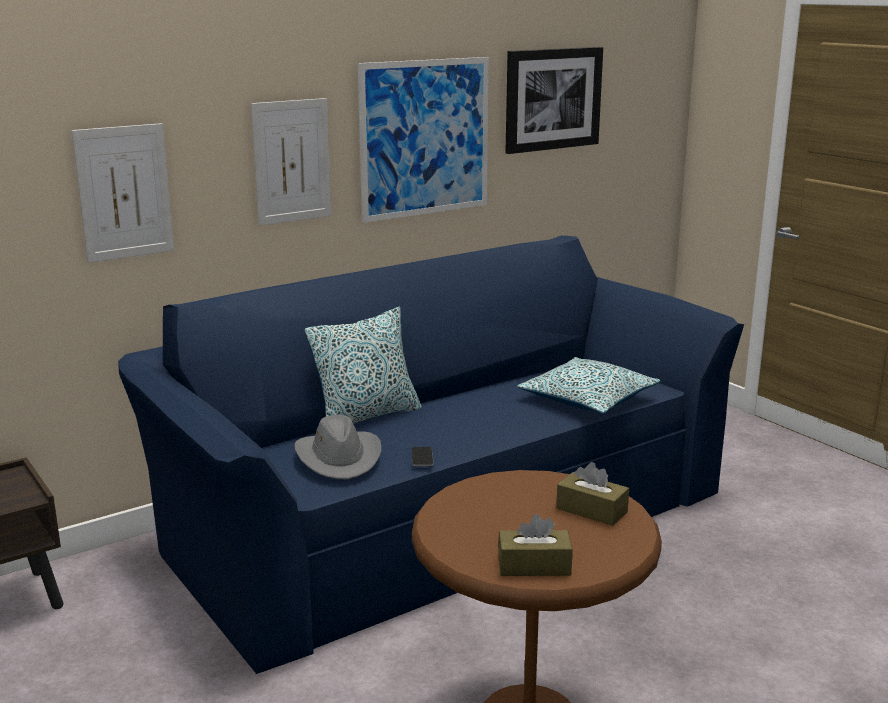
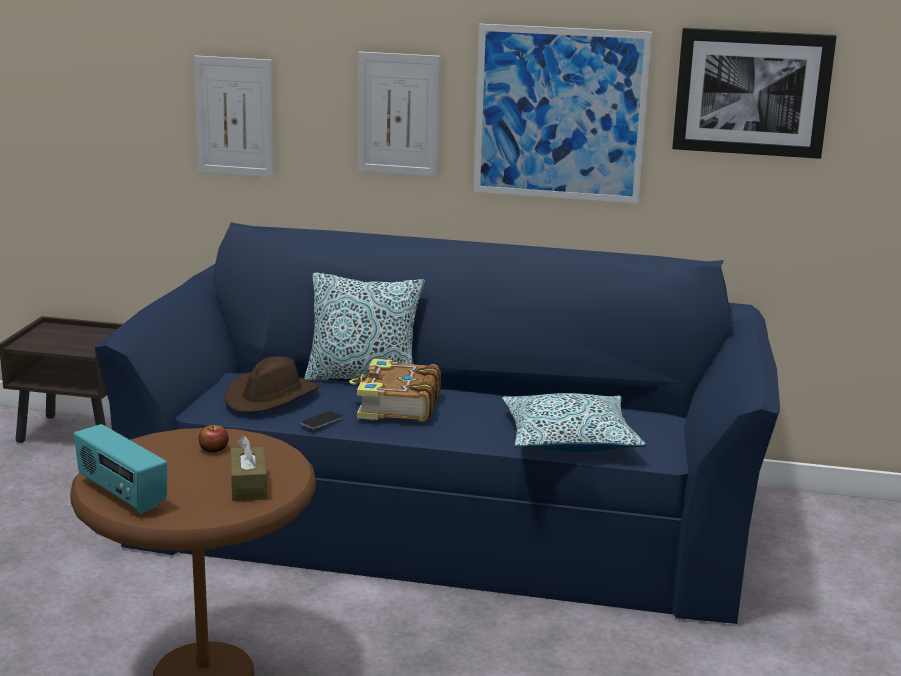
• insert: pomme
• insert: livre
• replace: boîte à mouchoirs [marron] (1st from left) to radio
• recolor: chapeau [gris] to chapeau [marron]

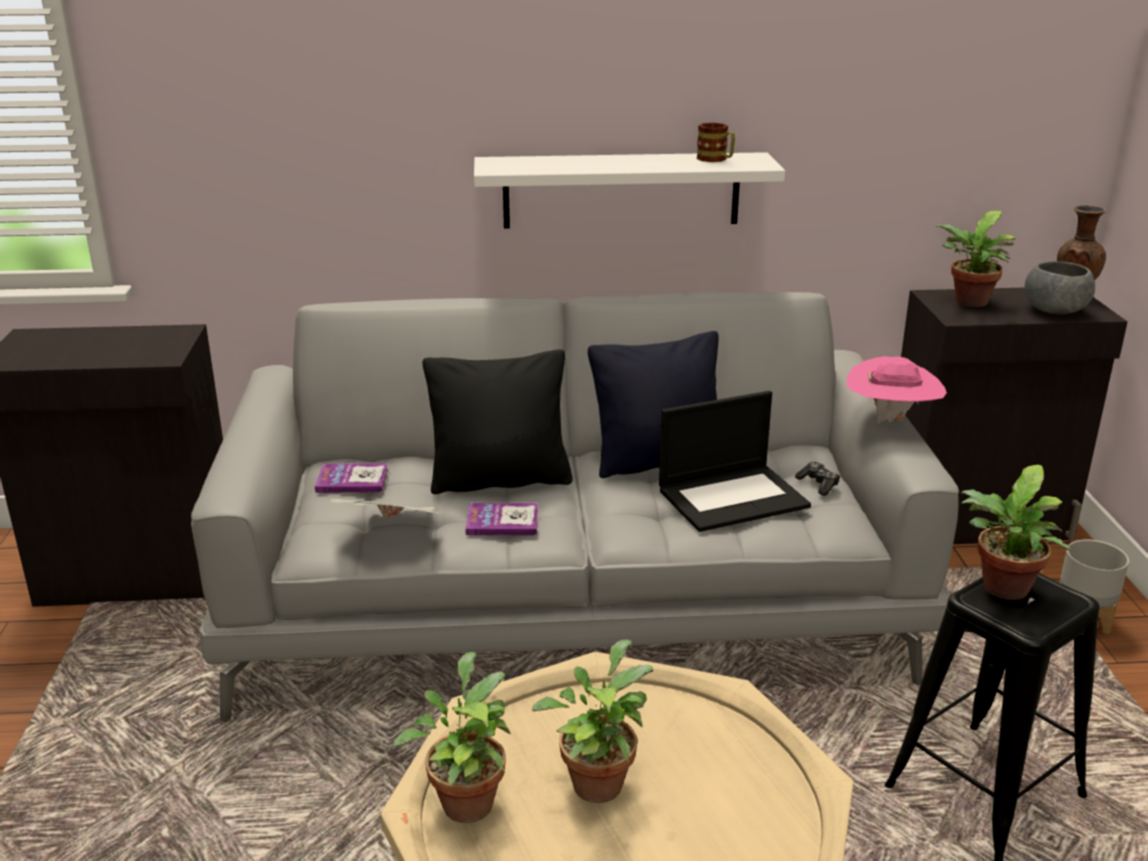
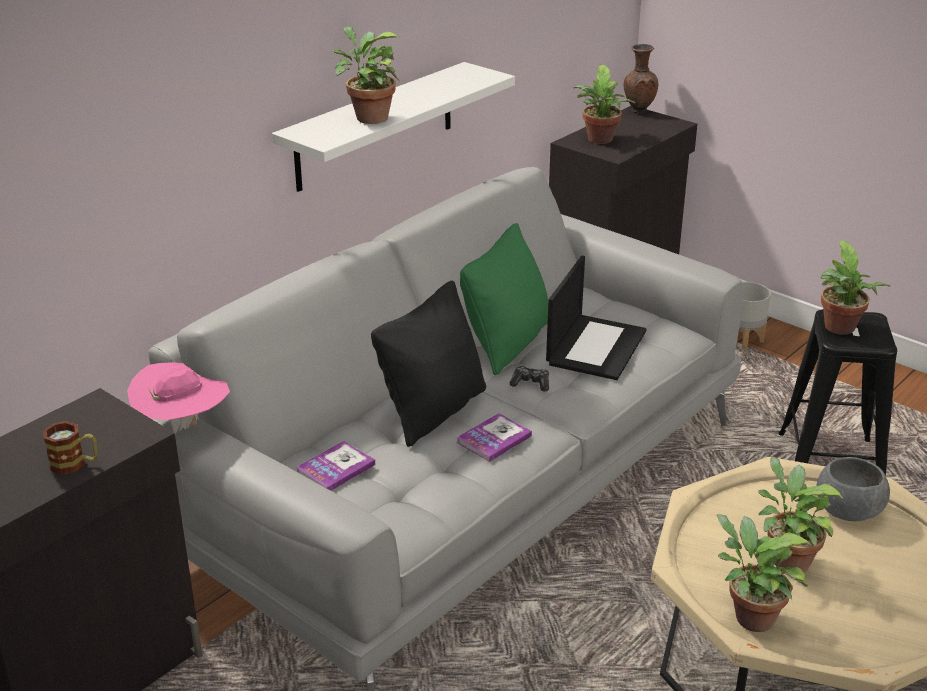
• delete: journal
• insert: plante en pot (1st from left)
• move: mug
• move: manette
• move: chapeau [rose]
• move: bol [gris]
• recolor: coussin [noir] (2nd from left) to coussin [vert]

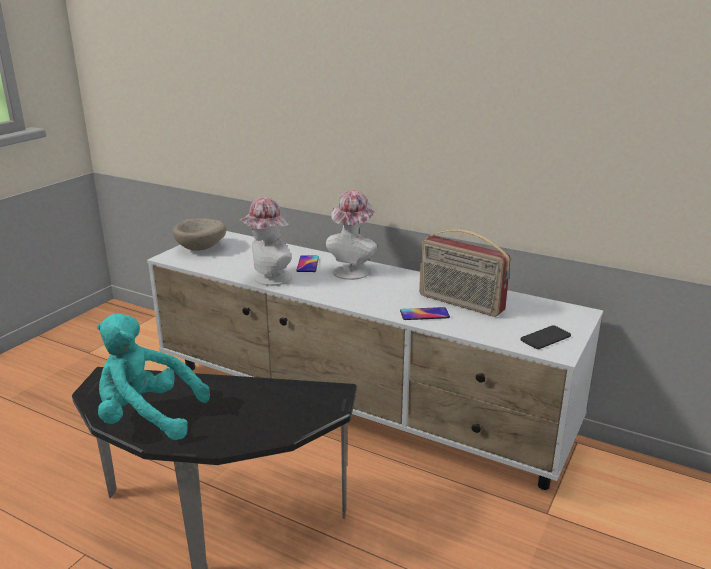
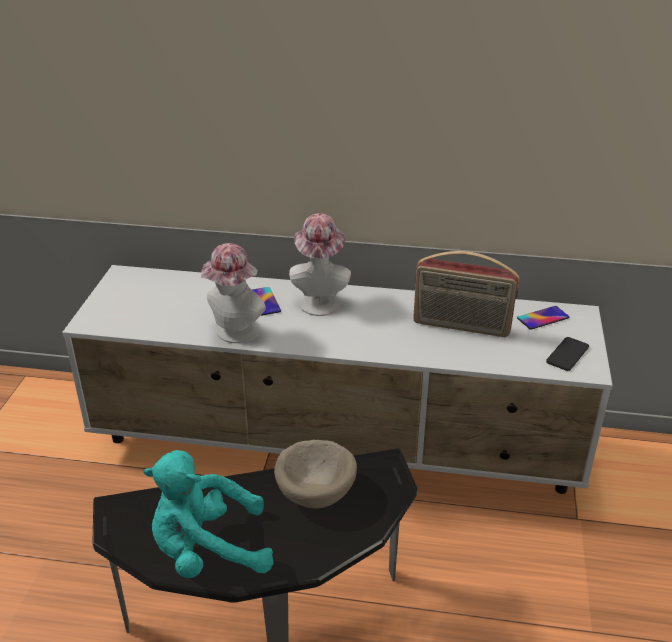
• move: bol [beige]
• move: téléphone (2nd from left)

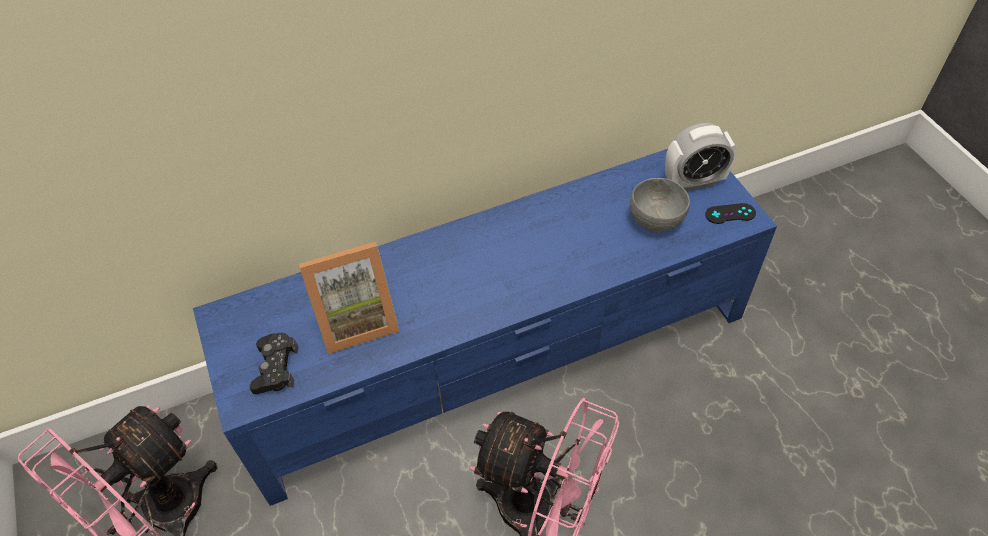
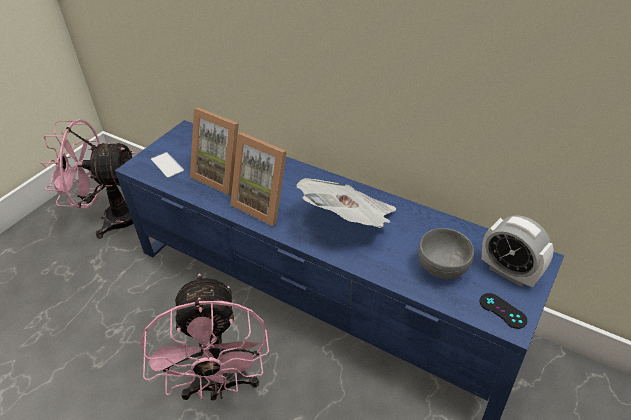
• insert: cadre photo (2nd from left)
• insert: journal
• replace: manette [noir] (1st from left) to téléphone

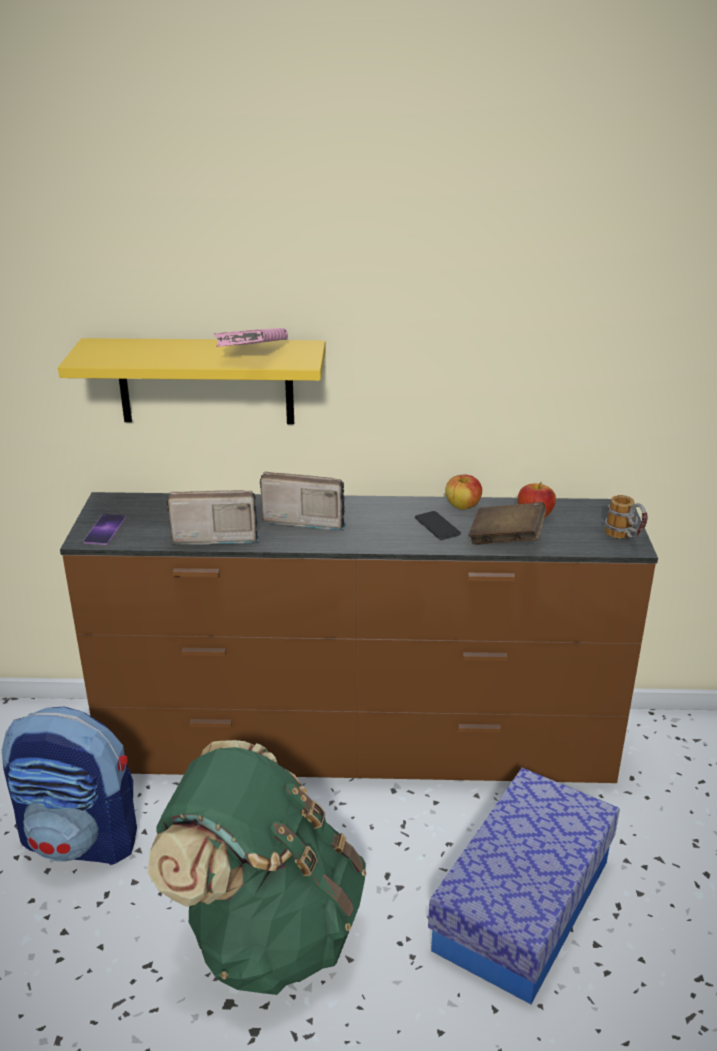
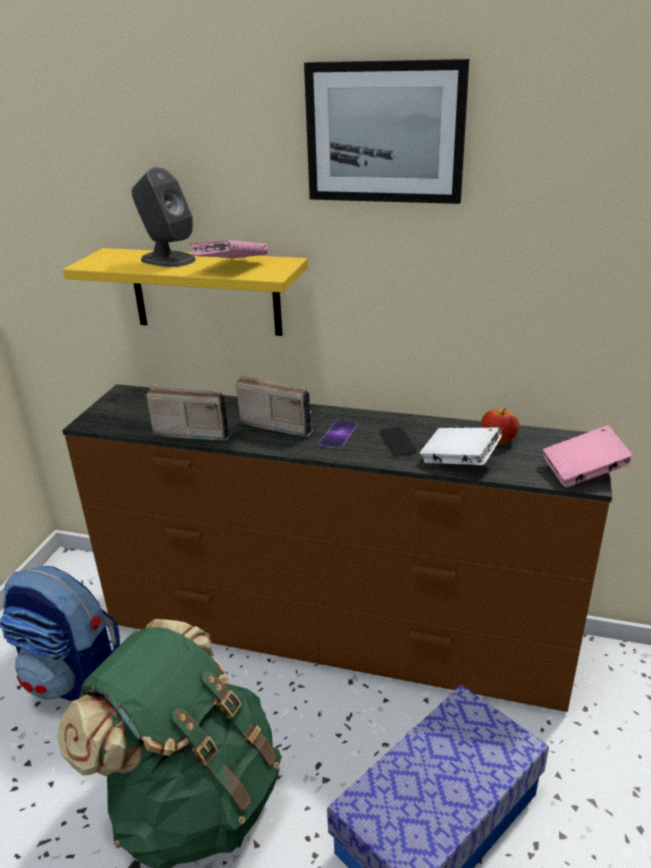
• delete: pomme (1st from left)
• insert: enceinte [gris]
• insert: tableau
• move: téléphone (1st from left)
• replace: mug to livre [rose] (2nd from left)
• recolor: livre [marron] to livre [blanc]

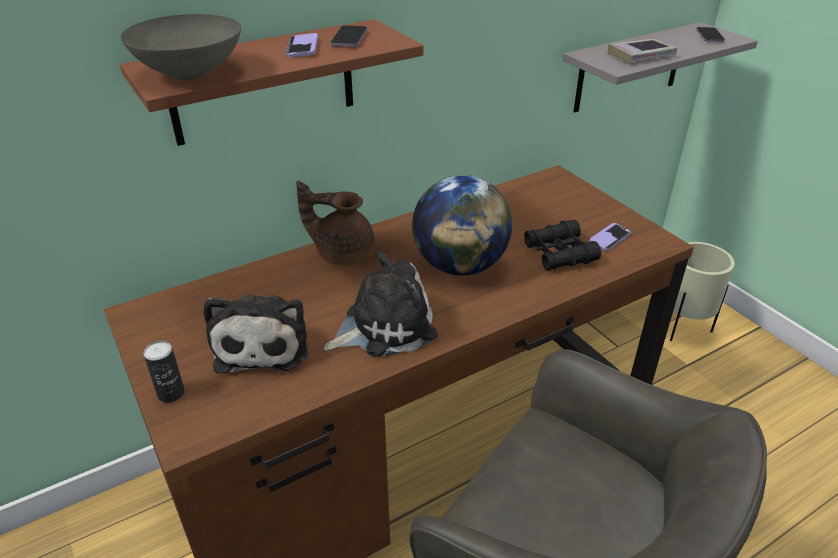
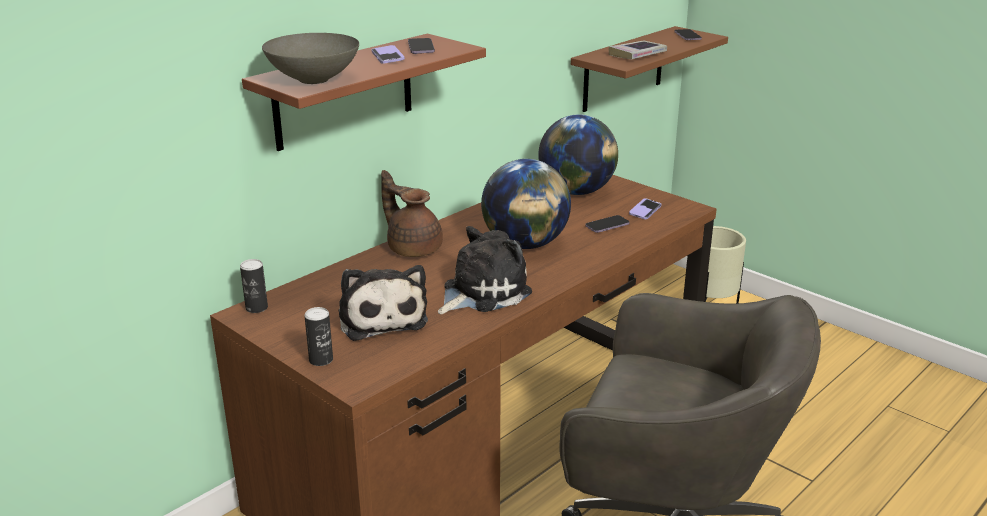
• insert: boîte métallique (1st from left)
• insert: globe (2nd from left)
• replace: jumelles [noir] to téléphone (3rd from left)
• recolor: étagère [gris] to étagère [marron] (2nd from left)
• rotate: théière [marron] 45 degrees clockwise

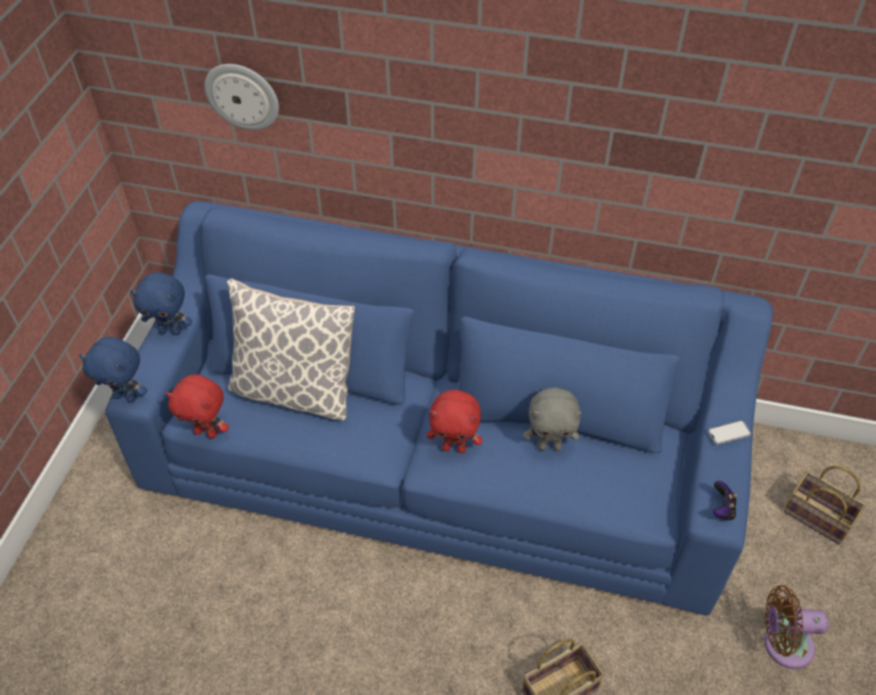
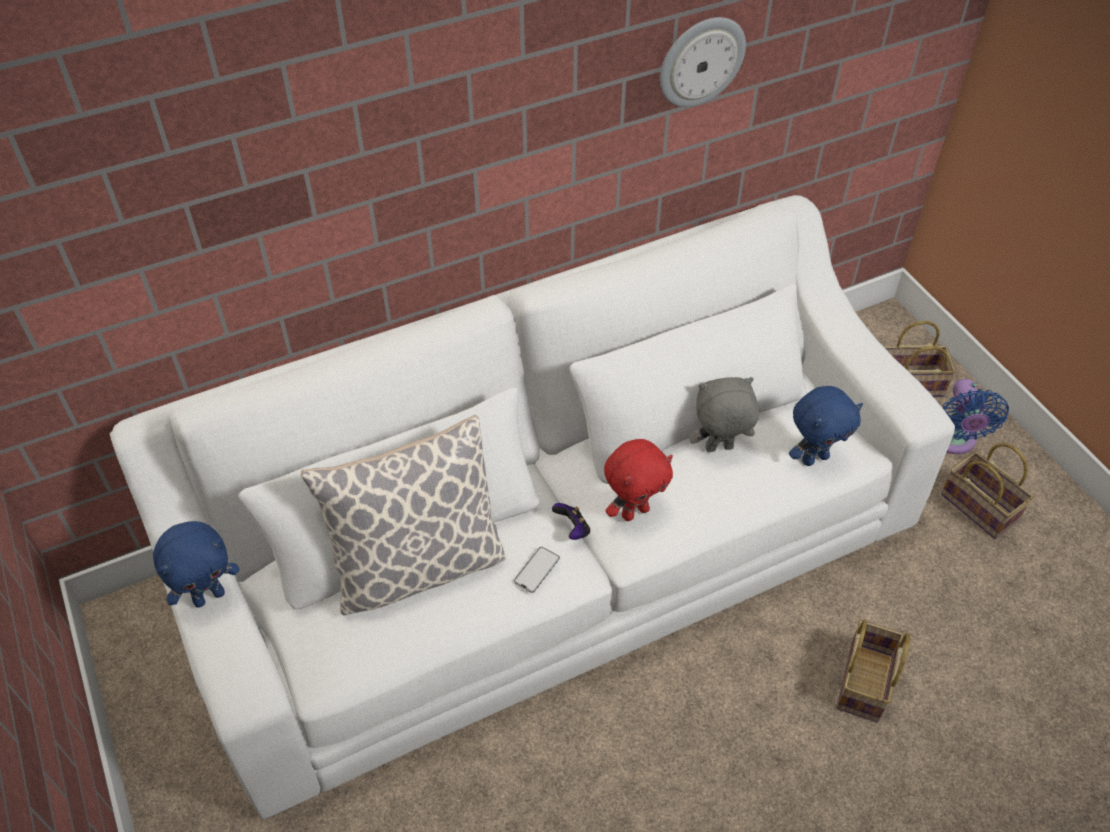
• delete: peluche [rouge] (1st from left)
• insert: ventilateur [bleu]
• move: peluche [bleu] (1st from left in the first image) to peluche [bleu] (2nd from left)
• move: horloge murale
• move: téléphone
• move: manette
• replace: ventilateur [marron] to panier (3rd from left)
• recolor: canapé [bleu] to canapé [blanc]
• rotate: peluche [gris] 150 degrees counterclockwise

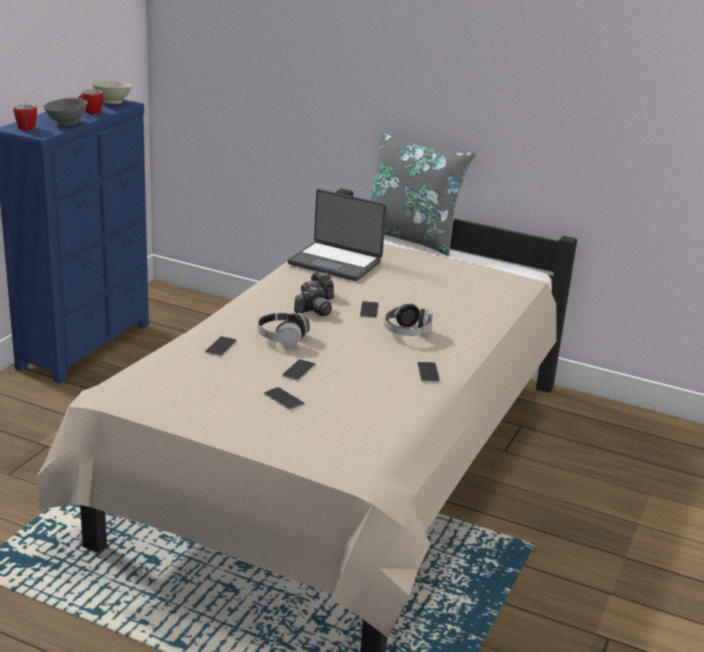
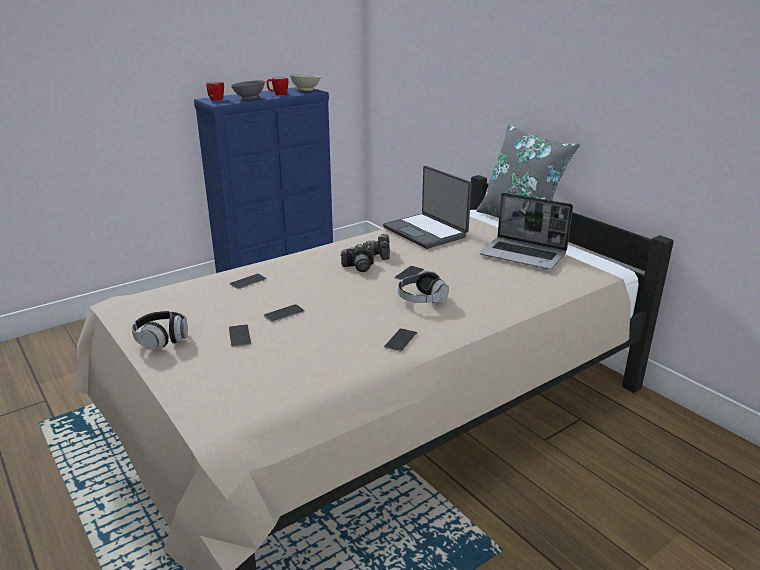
• insert: ordinateur portable (2nd from left)
• move: casque audio (1st from left)

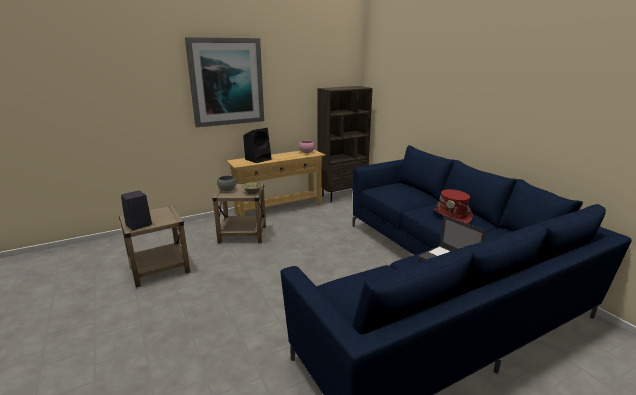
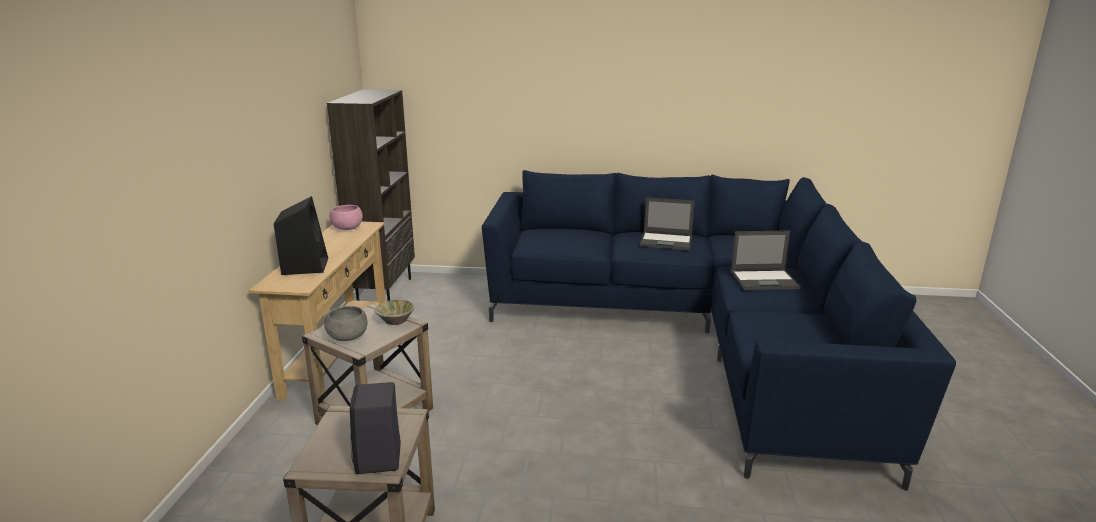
• delete: tableau
• replace: chapeau [rouge] to ordinateur portable (1st from left)

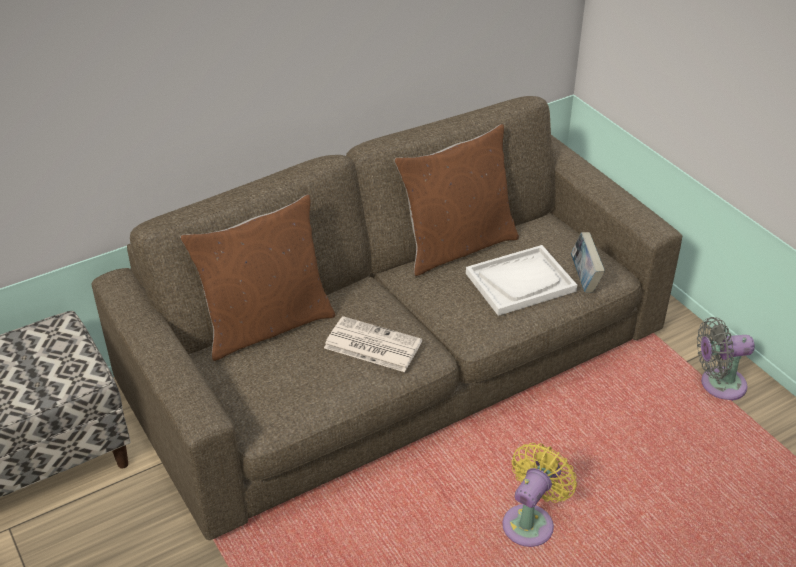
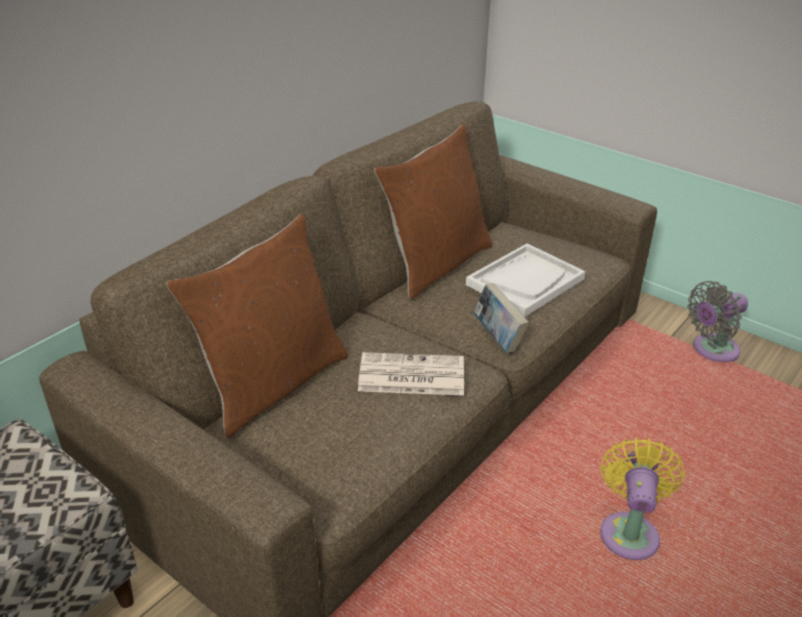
• move: livre

